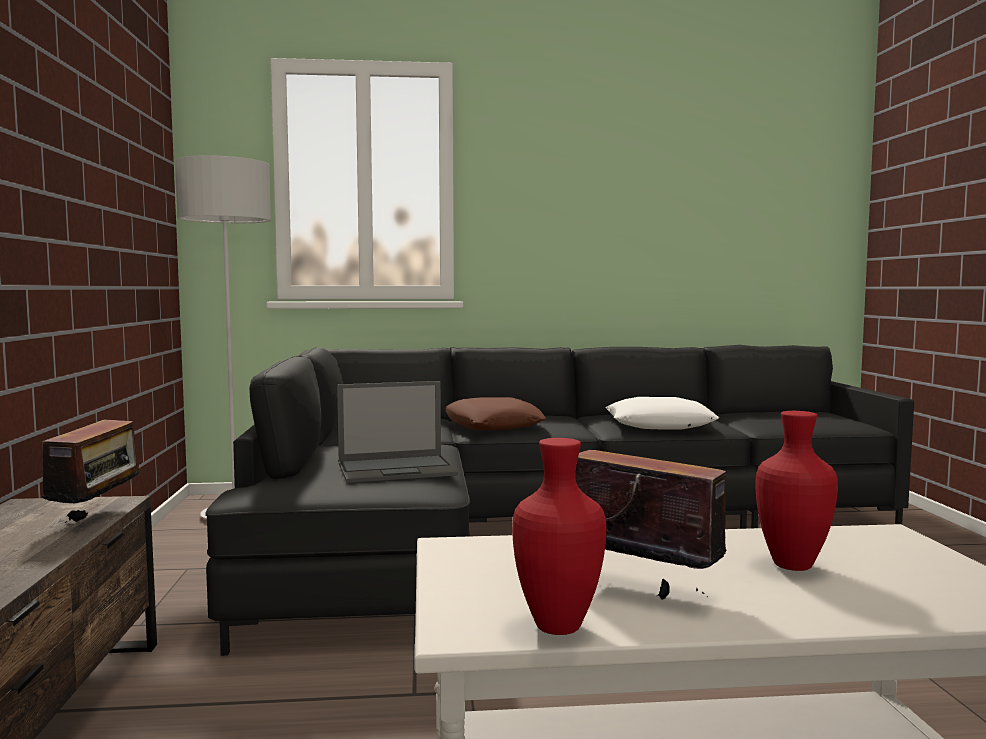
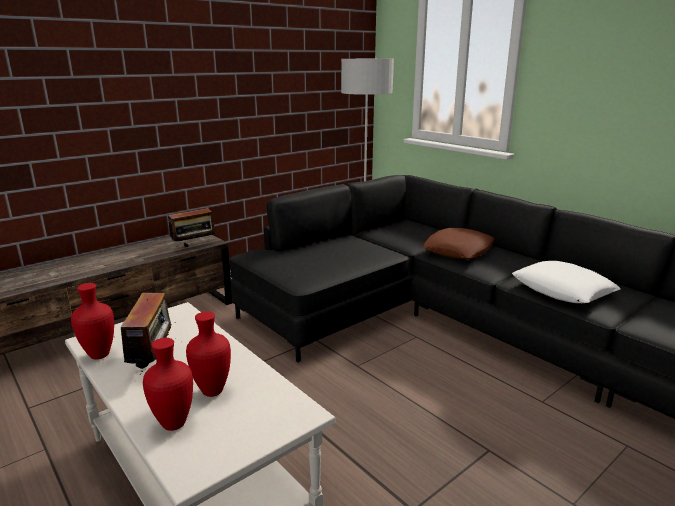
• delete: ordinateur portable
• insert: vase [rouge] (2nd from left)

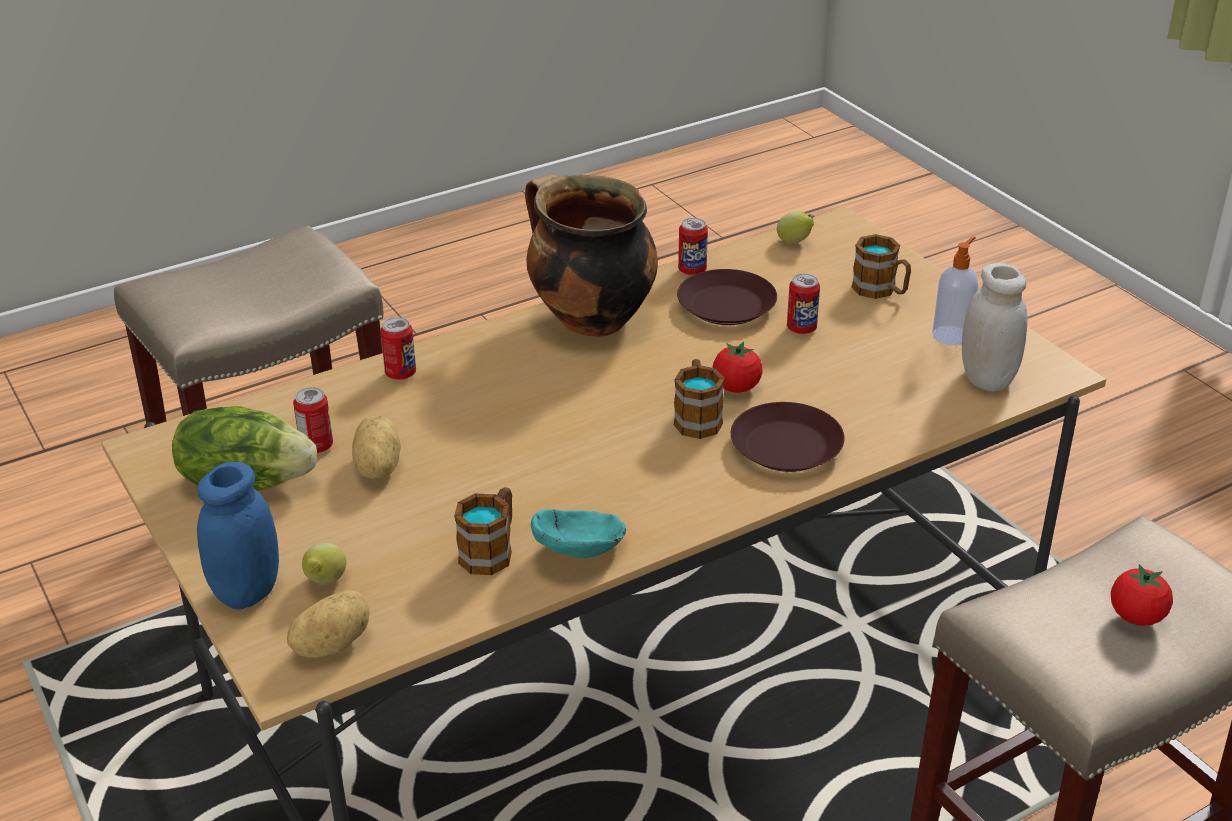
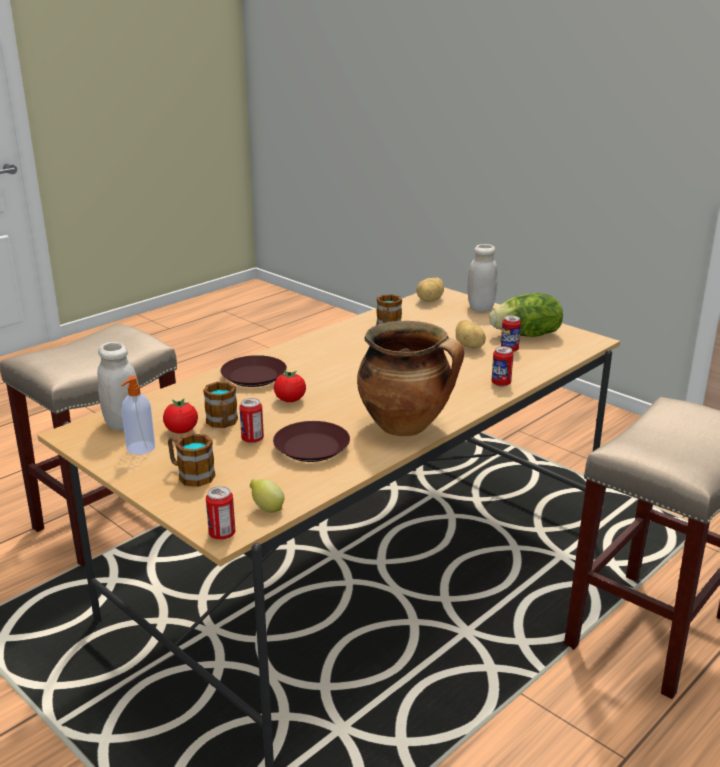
• delete: citron (1st from left)
• delete: bol [turquoise]
• move: mug (2nd from left)
• move: boîte métallique (3rd from left in the first image) to boîte métallique (1st from left)
• move: tomate (2nd from left in the first image) to tomate (1st from left)
• recolor: bocal [bleu] to bocal [blanc] (2nd from left)

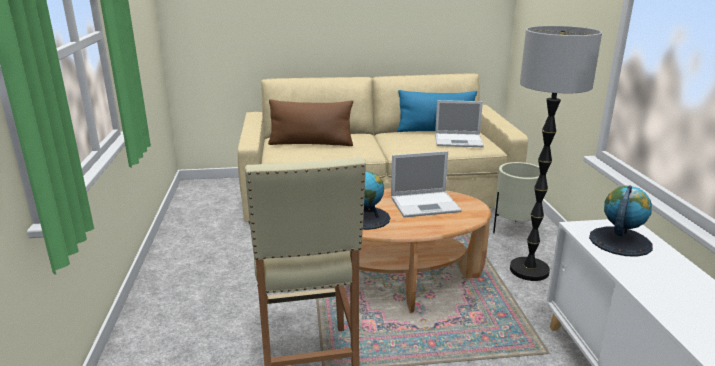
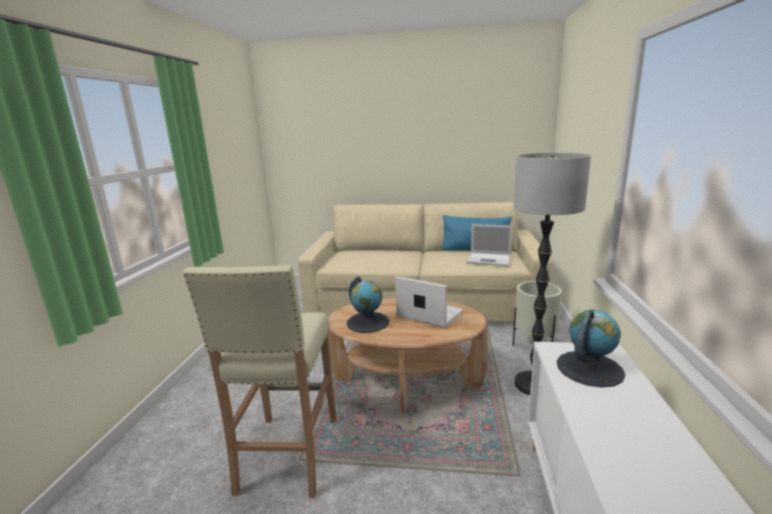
• delete: coussin [marron]
• rotate: ordinateur portable (1st from left) 150 degrees counterclockwise

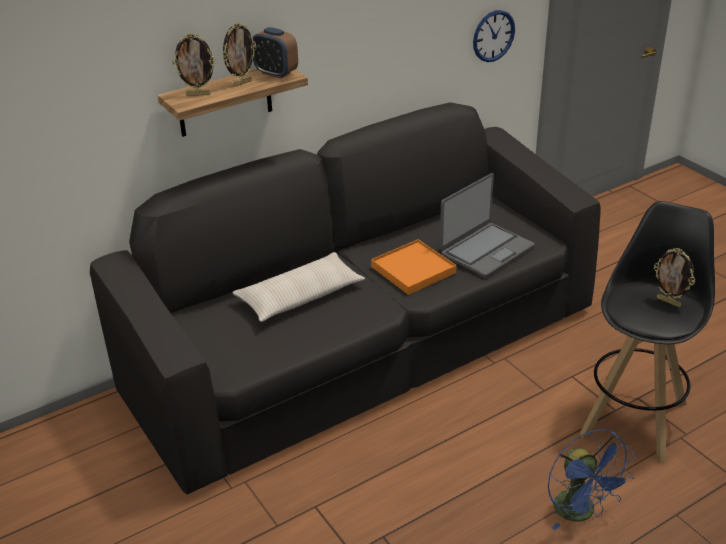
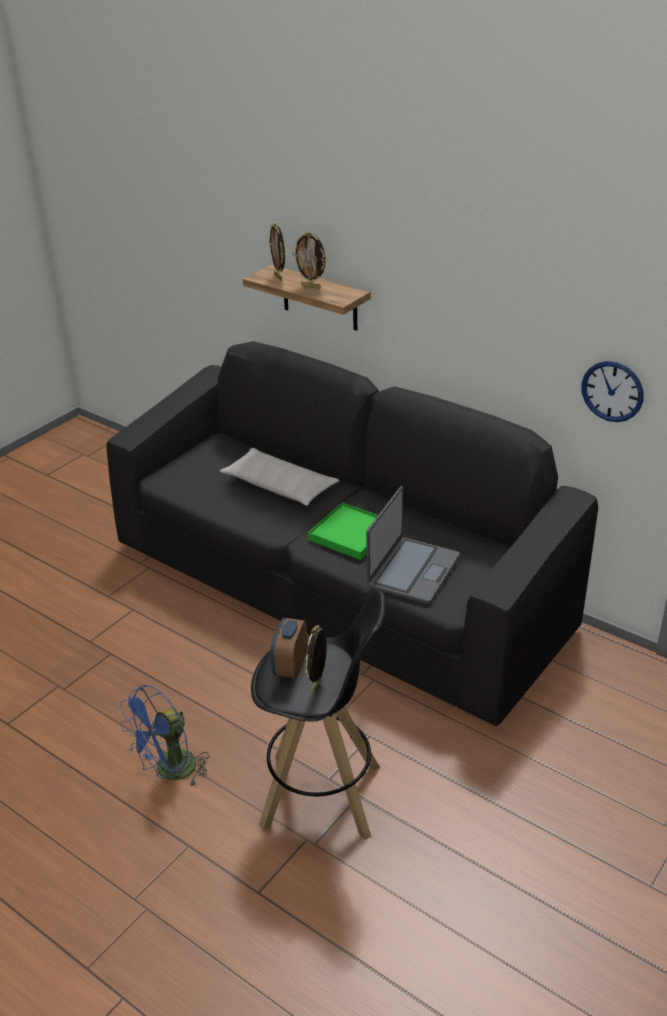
• move: réveil
• recolor: plateau [orange] to plateau [vert]
• rotate: ordinateur portable 90 degrees counterclockwise

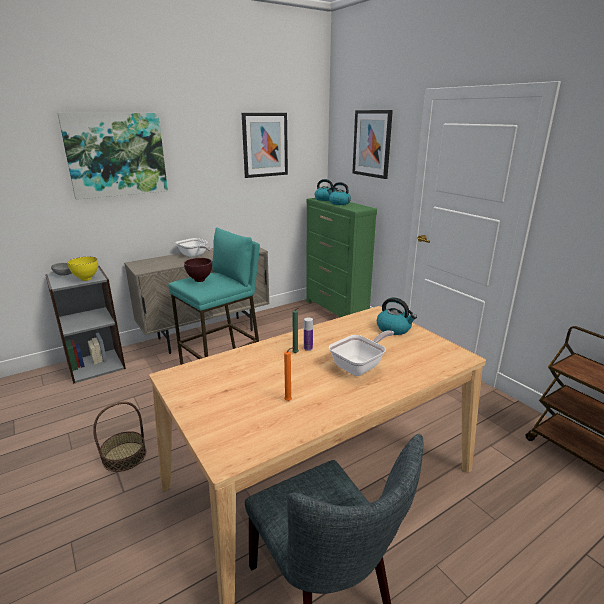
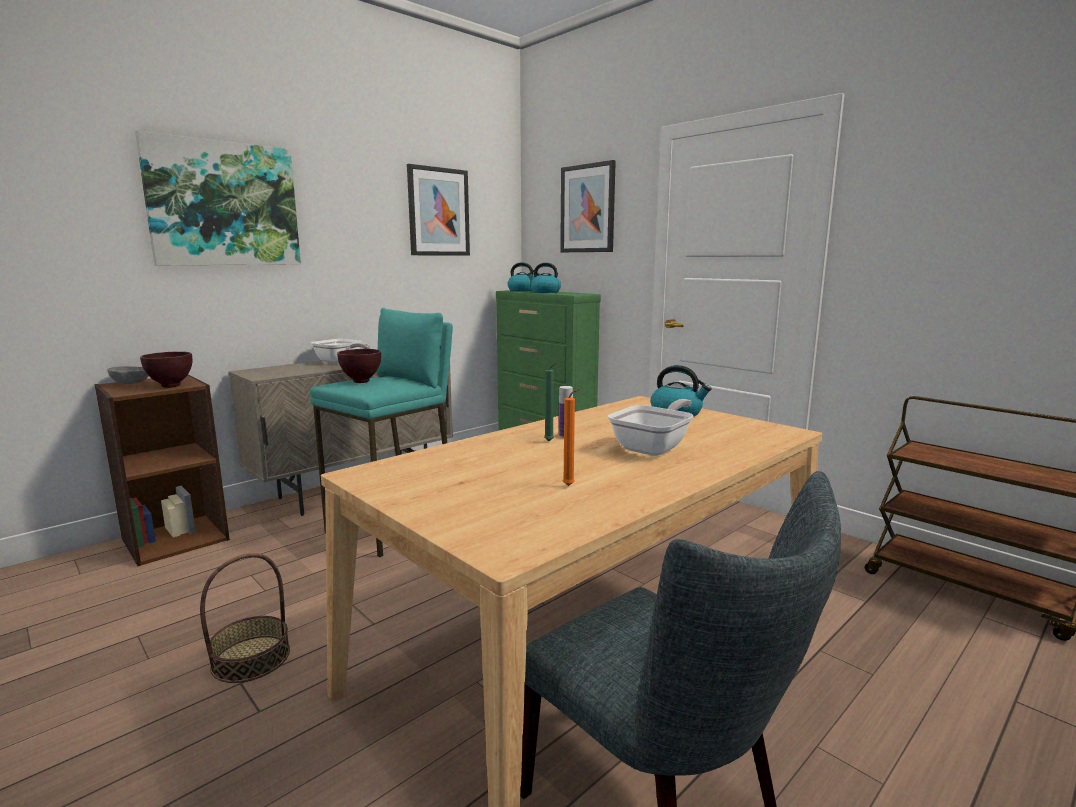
• recolor: bibliothèque [gris] to bibliothèque [marron]
• recolor: bol [jaune] to bol [marron] (1st from left)

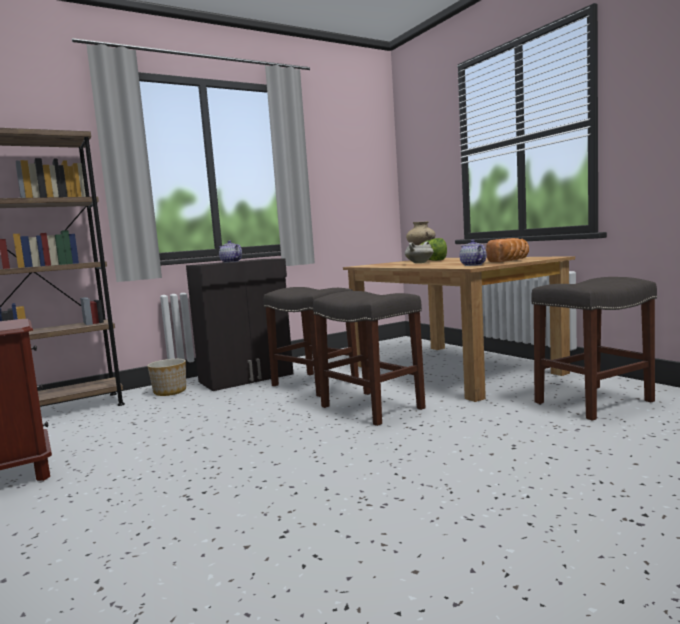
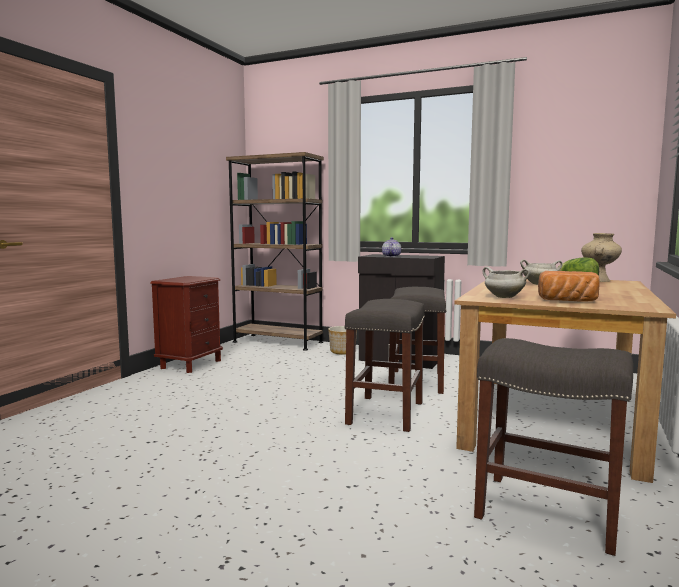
• replace: théière (2nd from left) to marmite [blanc] (1st from left)

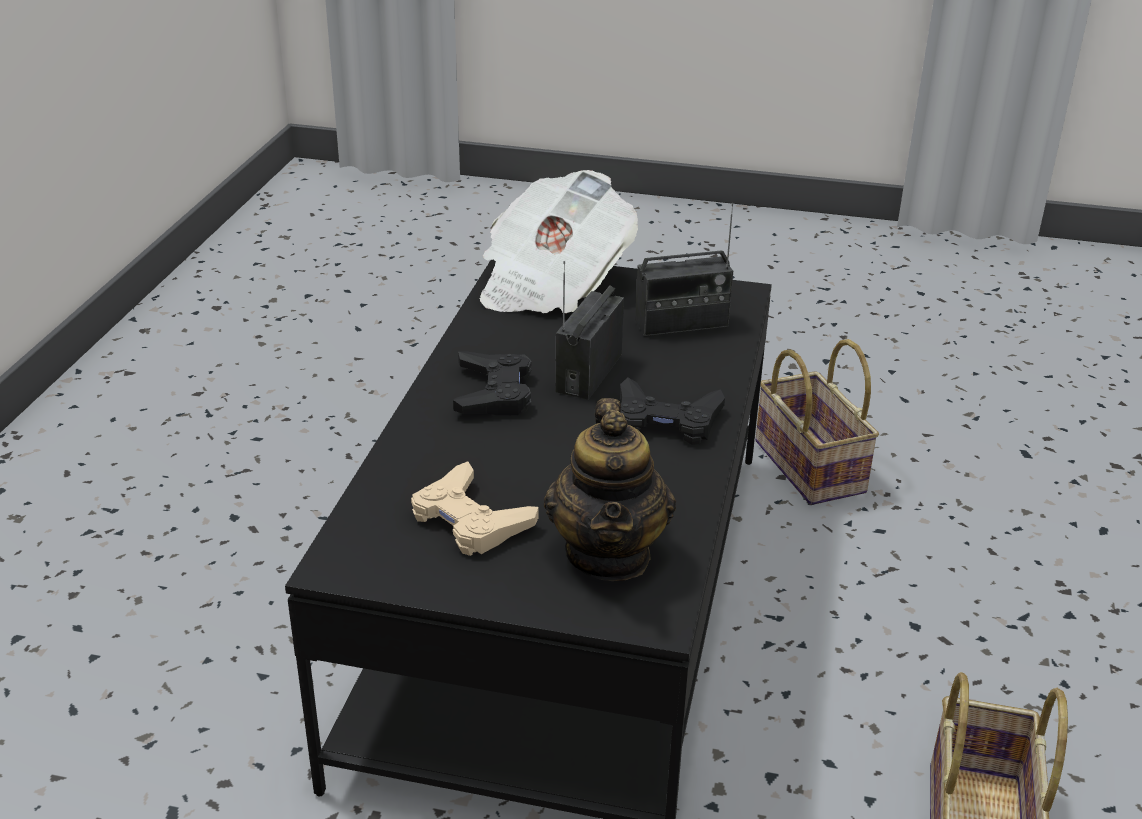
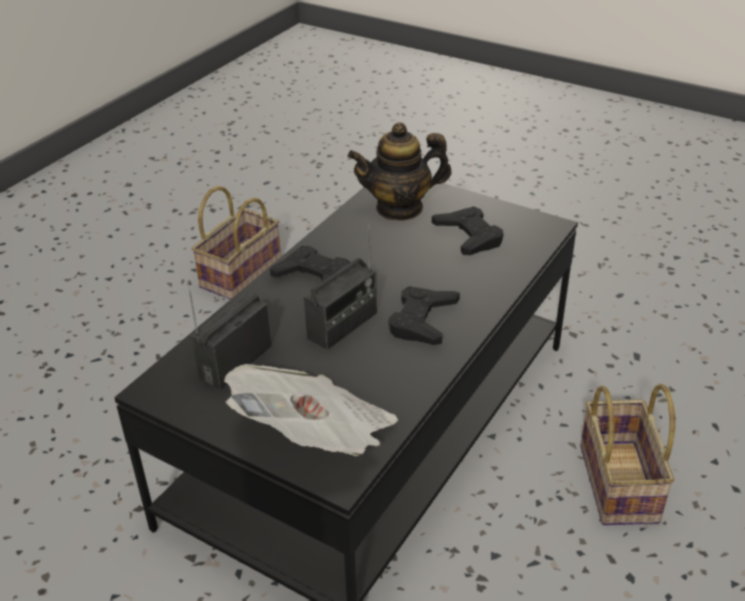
• move: panier (1st from left in the first image) to panier (2nd from left)
• recolor: manette [beige] to manette [noir] (3rd from left)
• rotate: théière 120 degrees counterclockwise
• rotate: radio (2nd from left in the first image) 60 degrees counterclockwise

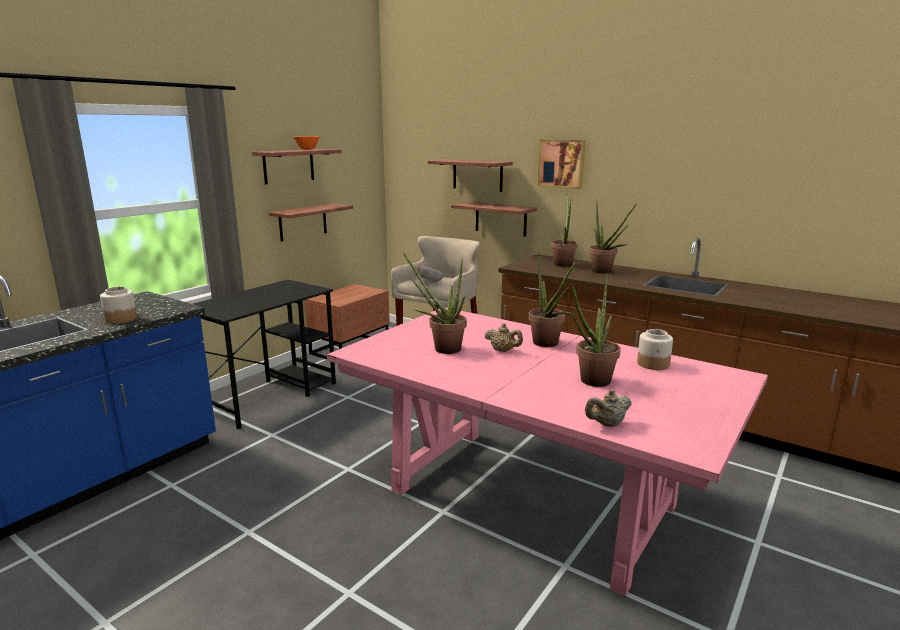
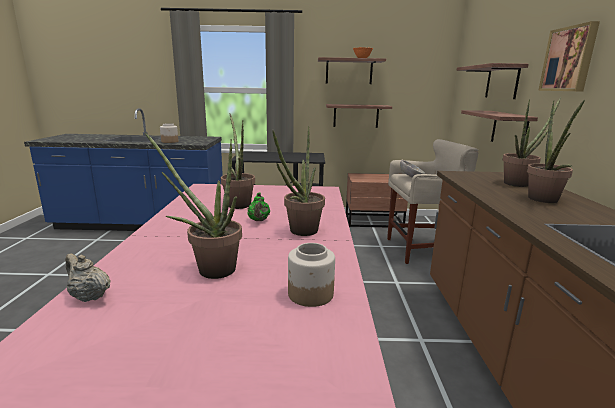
• recolor: théière [beige] (1st from left) to théière [vert]

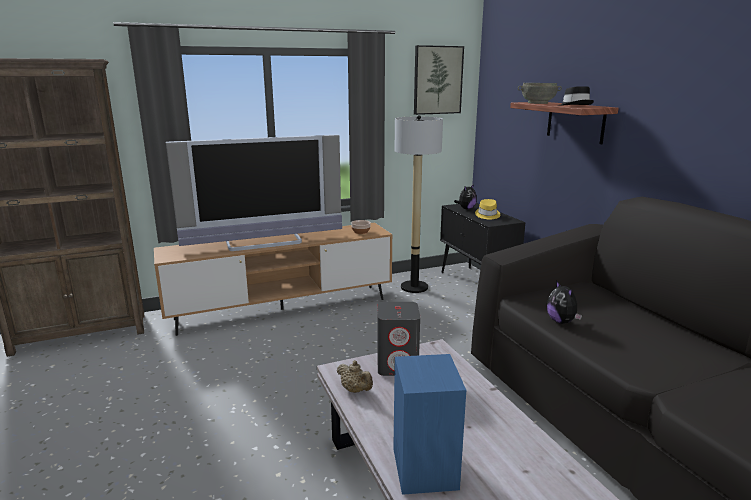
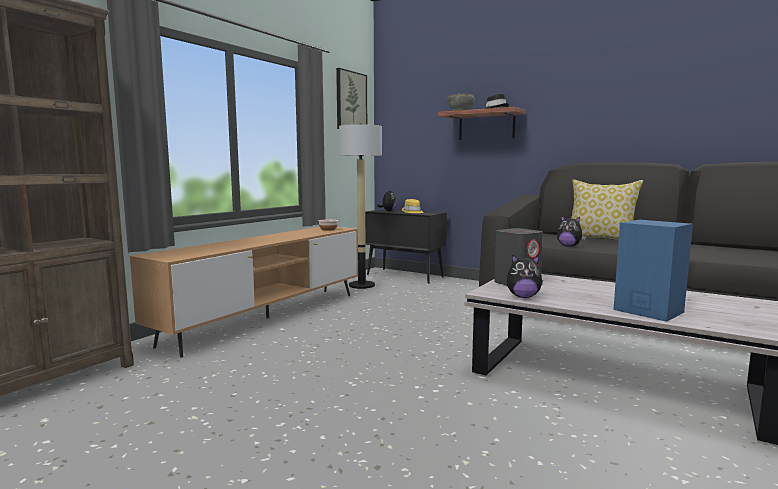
• delete: téléviseur
• insert: coussin
• replace: théière [beige] to peluche (2nd from left)

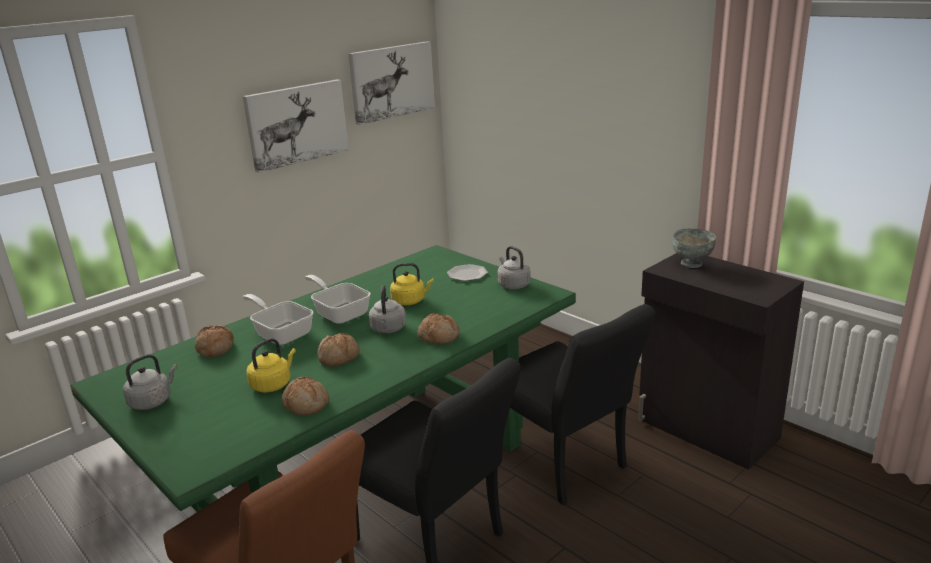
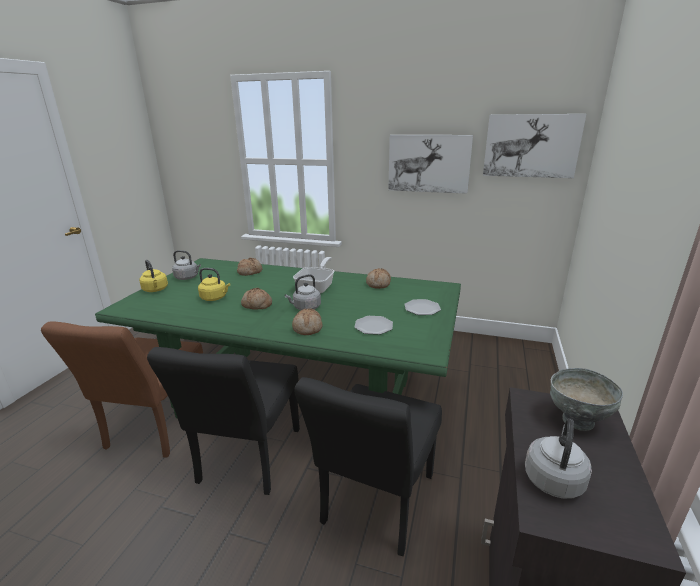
• delete: poêle (1st from left)
• insert: assiette (1st from left)
• move: pain (2nd from left in the first image) to pain (4th from left)
• move: bouilloire [jaune] (2nd from left in the first image) to bouilloire [jaune] (1st from left)
• move: bouilloire [gris] (3rd from left)

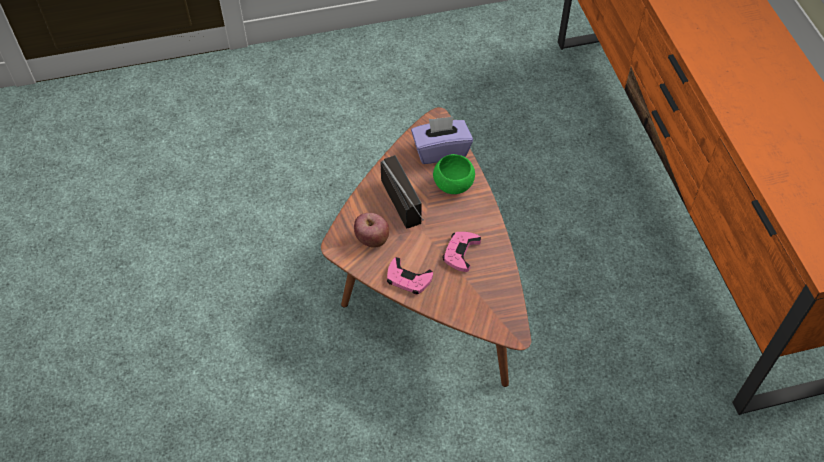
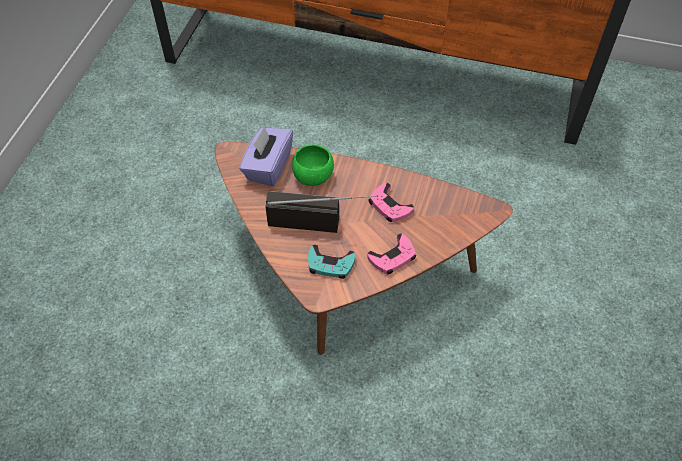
• replace: pomme to manette [turquoise]

